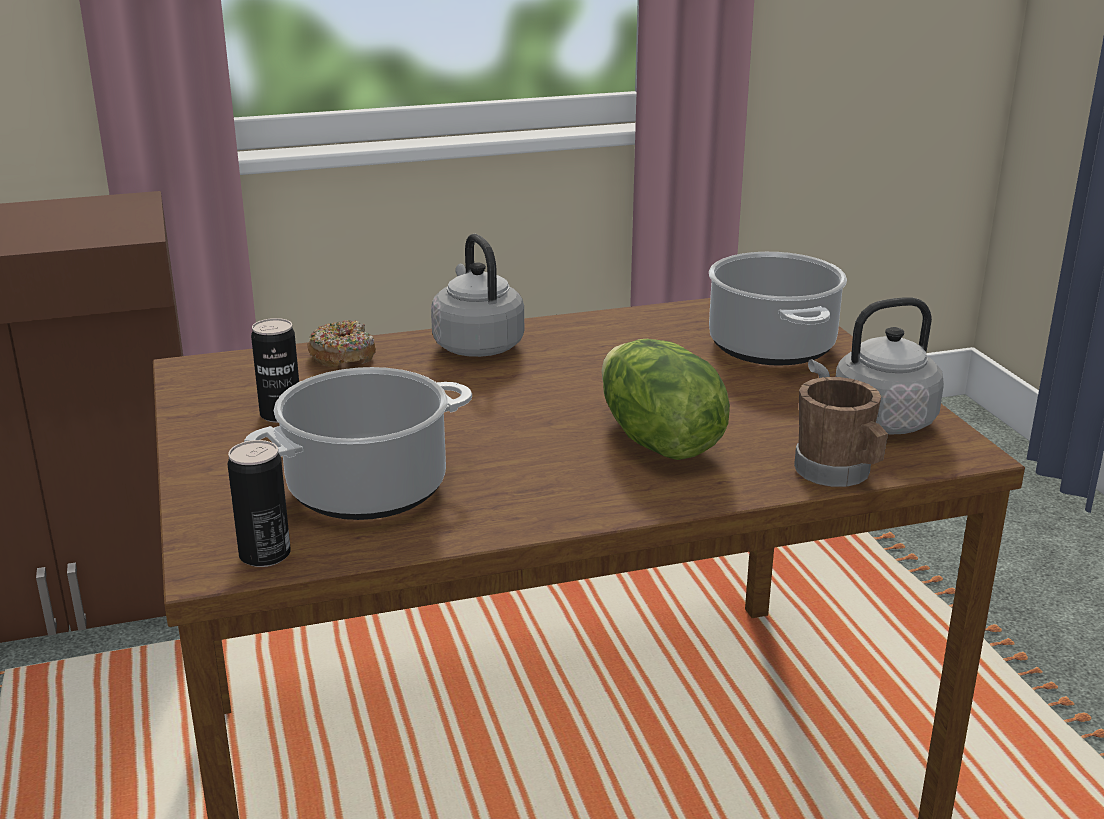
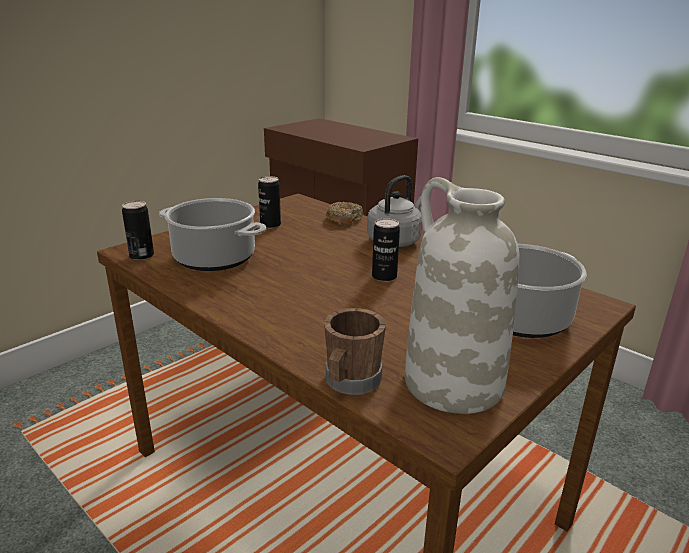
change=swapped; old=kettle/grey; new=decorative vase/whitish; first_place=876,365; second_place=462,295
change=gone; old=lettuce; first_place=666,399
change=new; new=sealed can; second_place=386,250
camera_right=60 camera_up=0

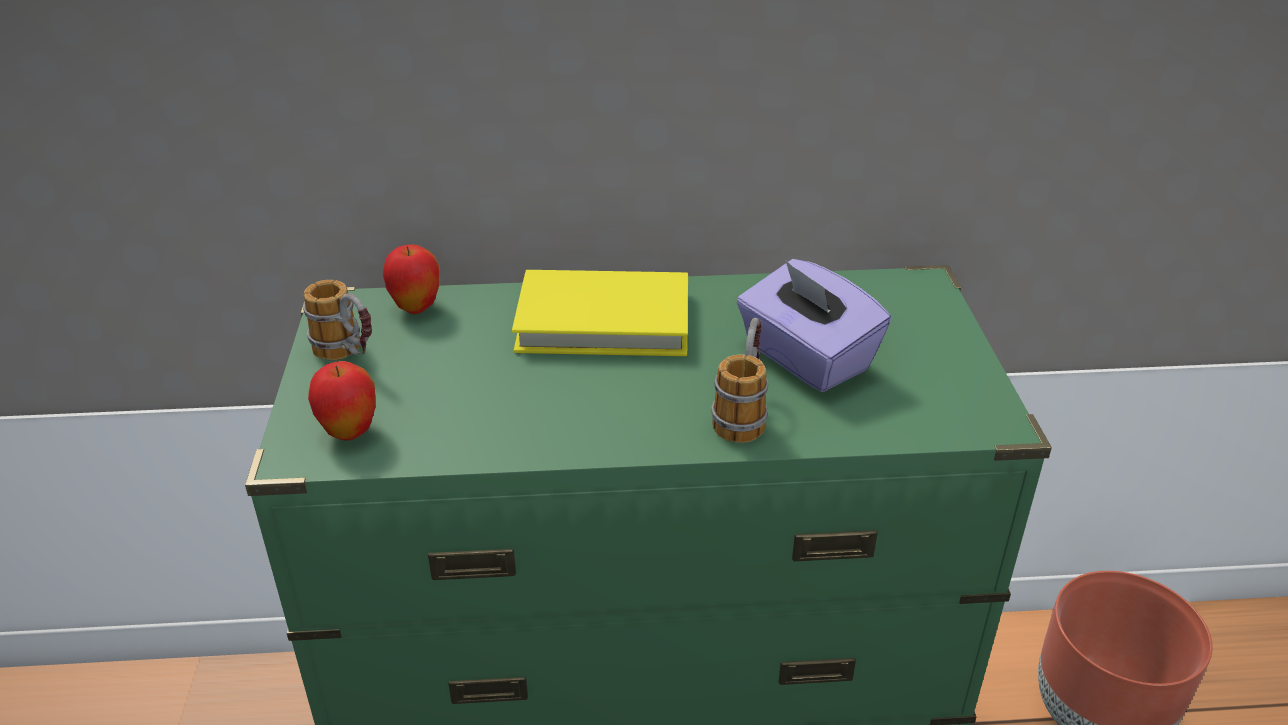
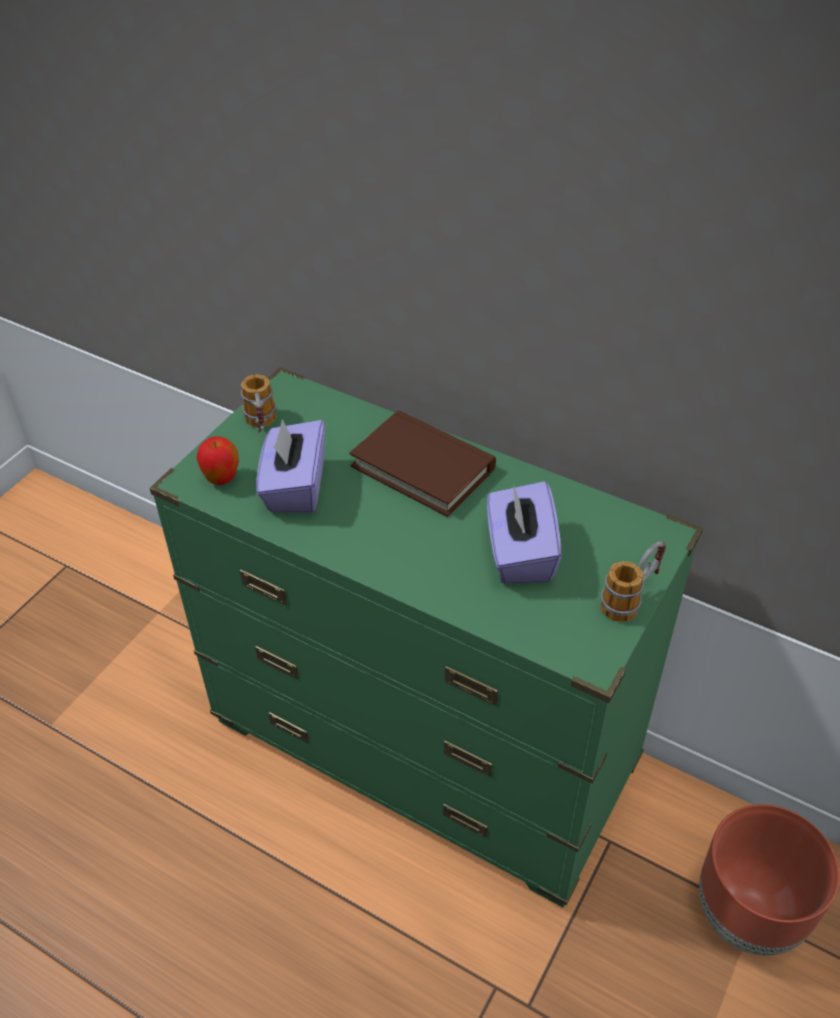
change=gone; old=apple; first_place=411,279
change=repainted; old=book/yellowish; new=book/brown-coloured; first_place=600,313; second_place=423,463
change=shifted; old=mug; first_place=739,380; second_place=633,581
change=new; new=box of tissues/purple-coloured; second_place=290,466
camera_right=35 camera_up=10

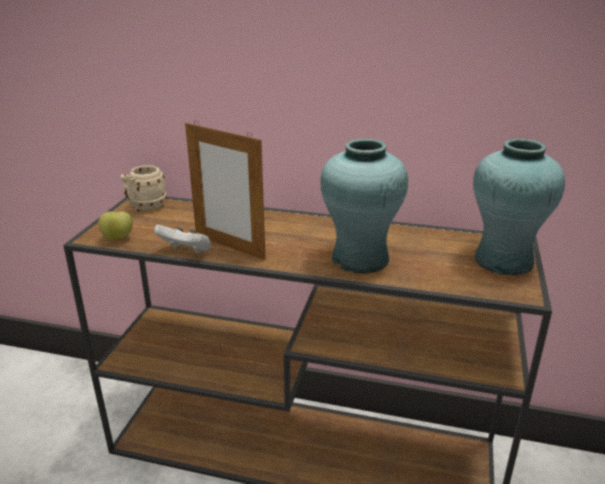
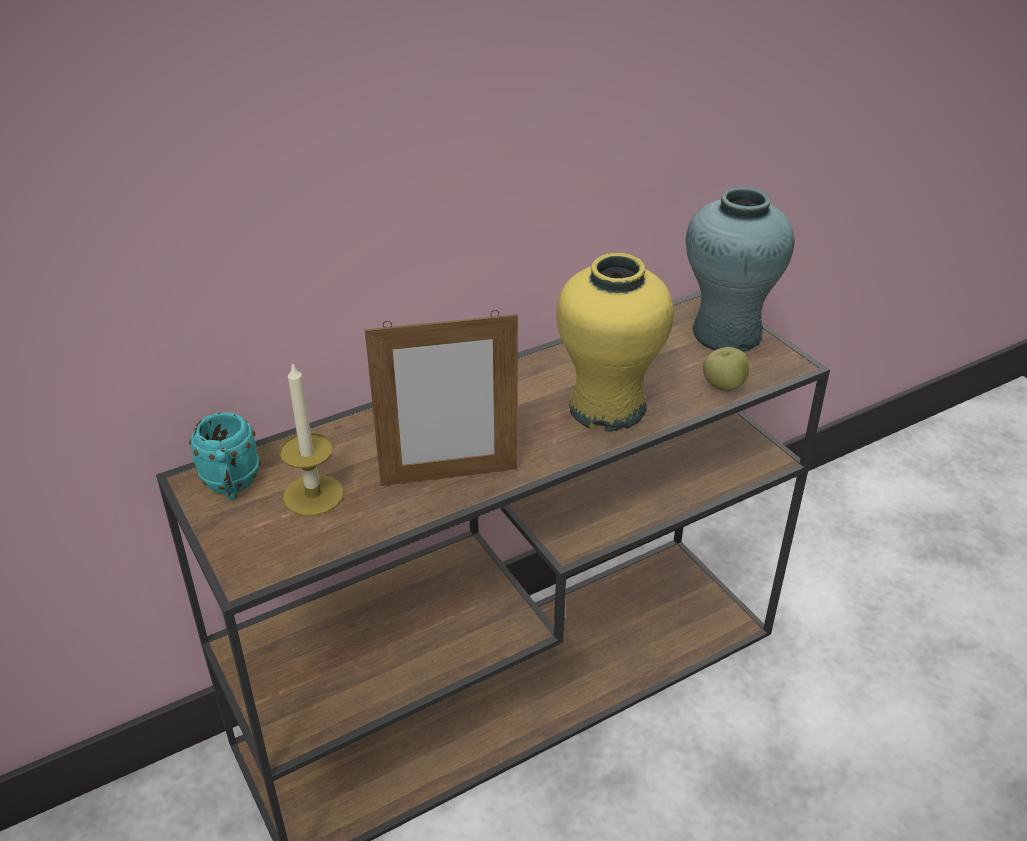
change=repainted; old=decorative vase/turquoise-coloured; new=decorative vase/yellowish; first_place=364,206; second_place=615,342
change=repainted; old=mug/beige; new=mug/turquoise-coloured; first_place=143,188; second_place=225,456
change=shifted; old=apple; first_place=116,226; second_place=726,369
change=gone; old=gamepad/whitish; first_place=182,239
change=new; new=wax candle; second_place=311,439
camera_right=-45 camera_up=10

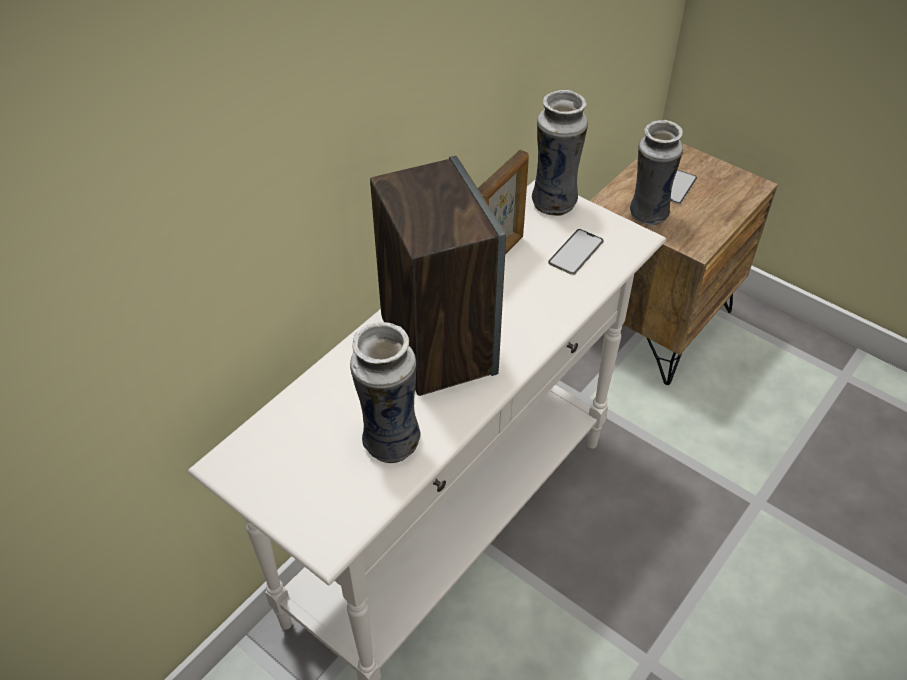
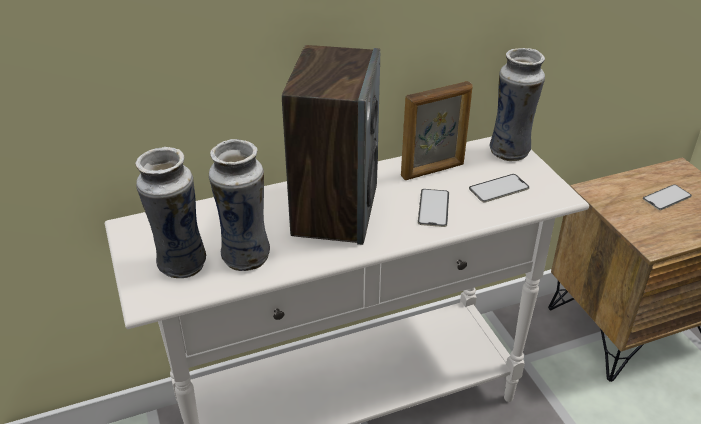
change=shifted; old=decorative vase; first_place=656,172; second_place=170,212
change=new; new=telephone; second_place=433,208
camera_right=30 camera_up=-10

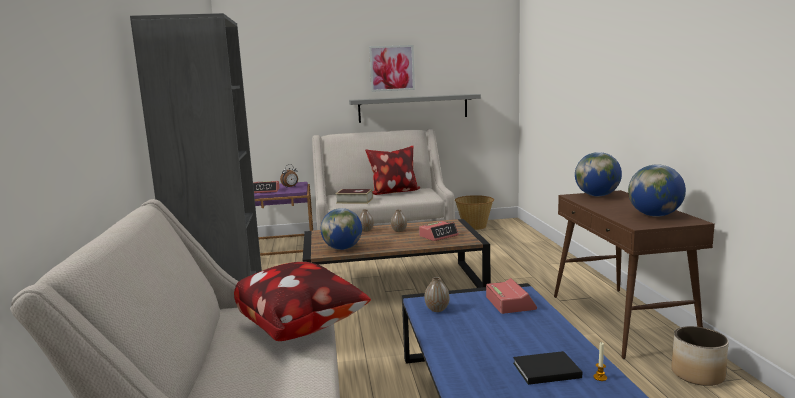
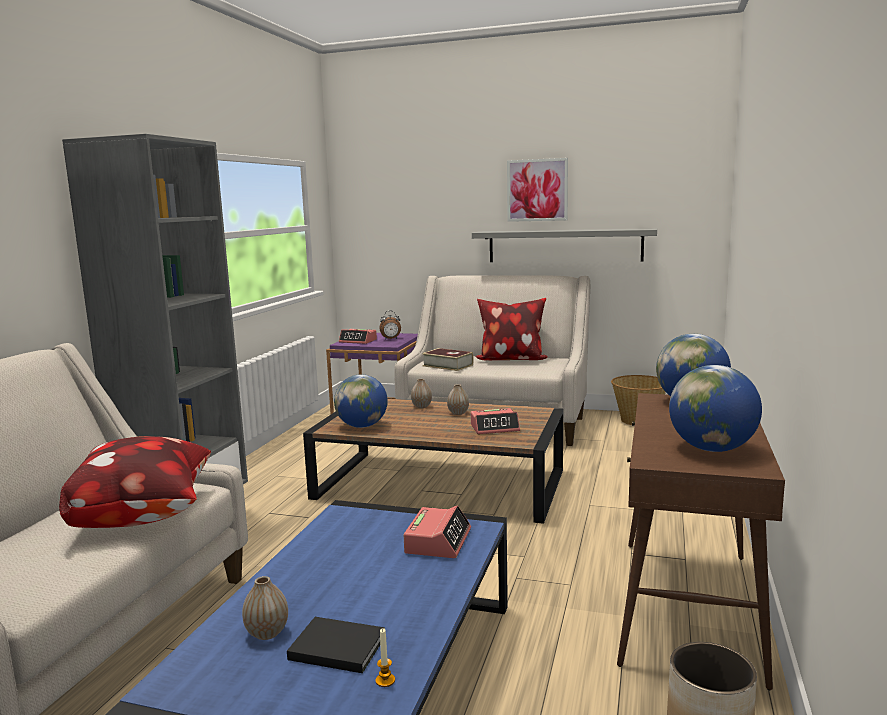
change=shifted; old=decorative vase; first_place=437,294; second_place=265,608
camera_right=25 camera_up=0

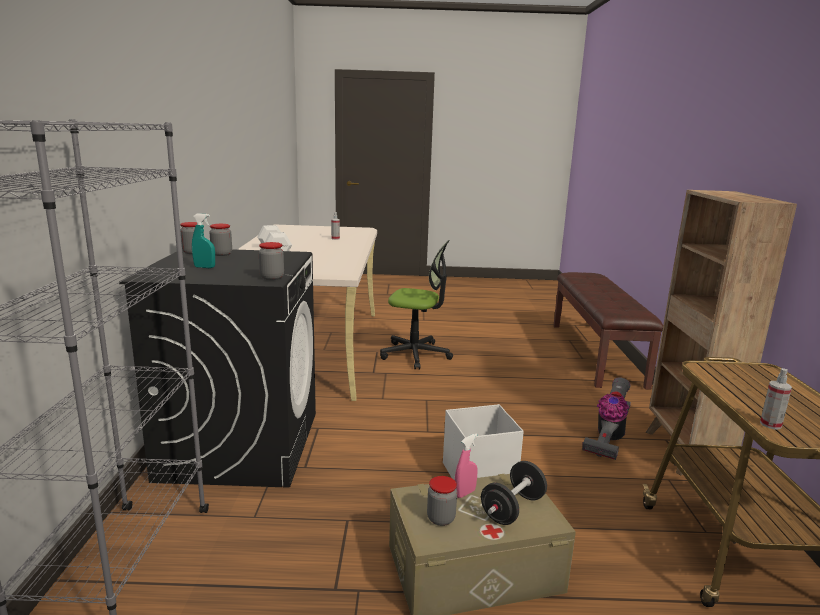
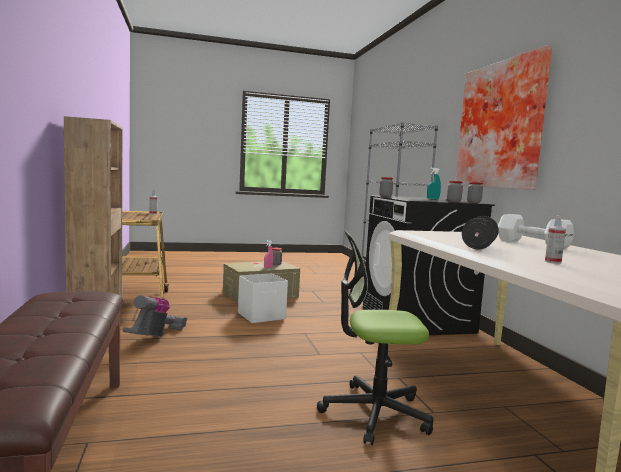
change=shifted; old=dumbbell/black; first_place=514,493; second_place=480,233
change=new; new=picture; second_place=504,117
camera_right=165 camera_up=-10

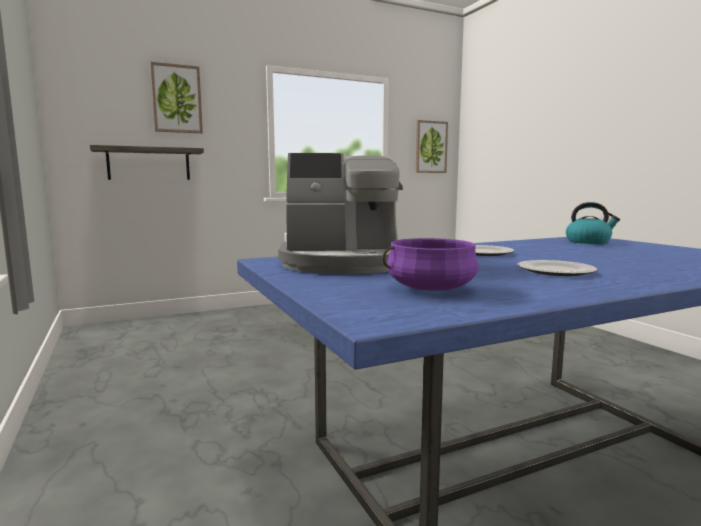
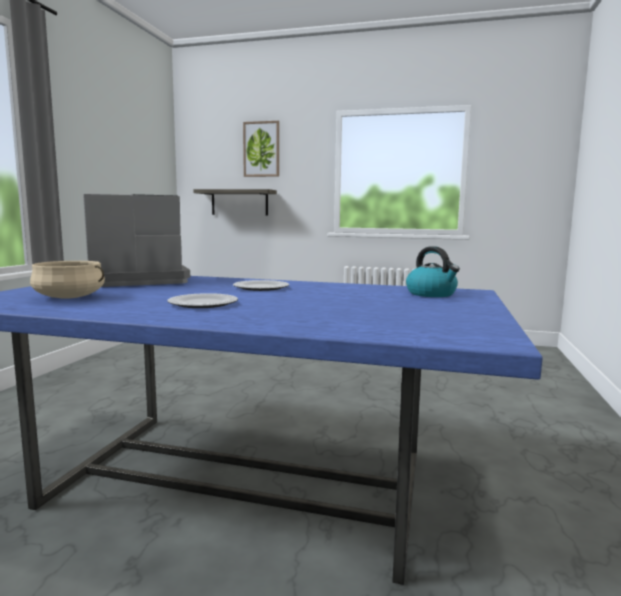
change=gone; old=picture; first_place=432,146
change=rotated; old=coffee machine; first_place=340,213; second_place=136,240; degrees=120
change=repainted; old=stockpot/purple-coloured; new=stockpot/beige; first_place=430,264; second_place=67,280
camera_right=40 camera_up=0

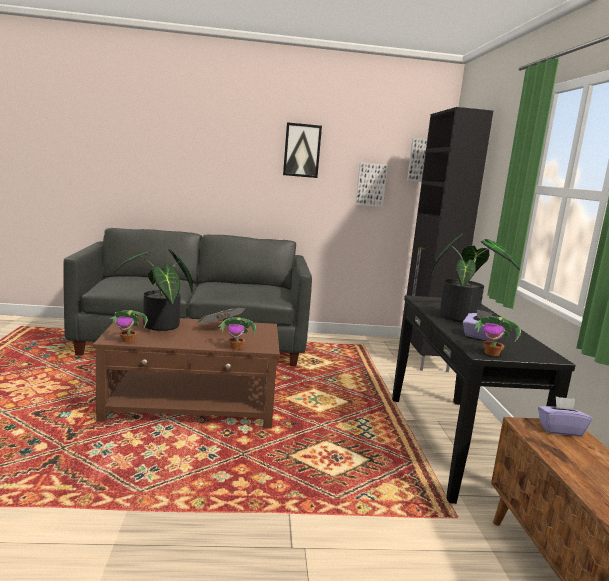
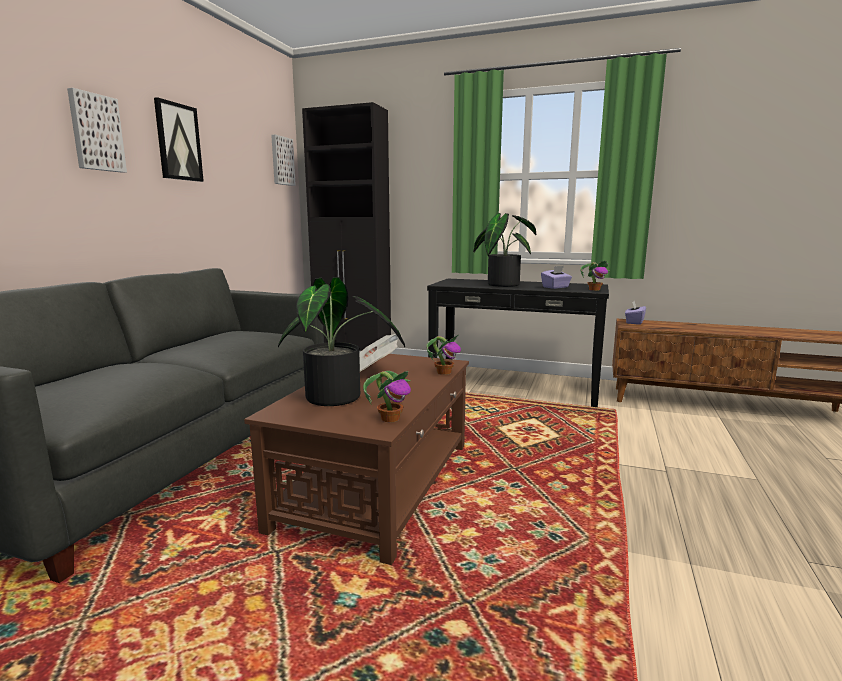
change=shifted; old=picture; first_place=371,184; second_place=97,130
camera_right=-65 camera_up=0

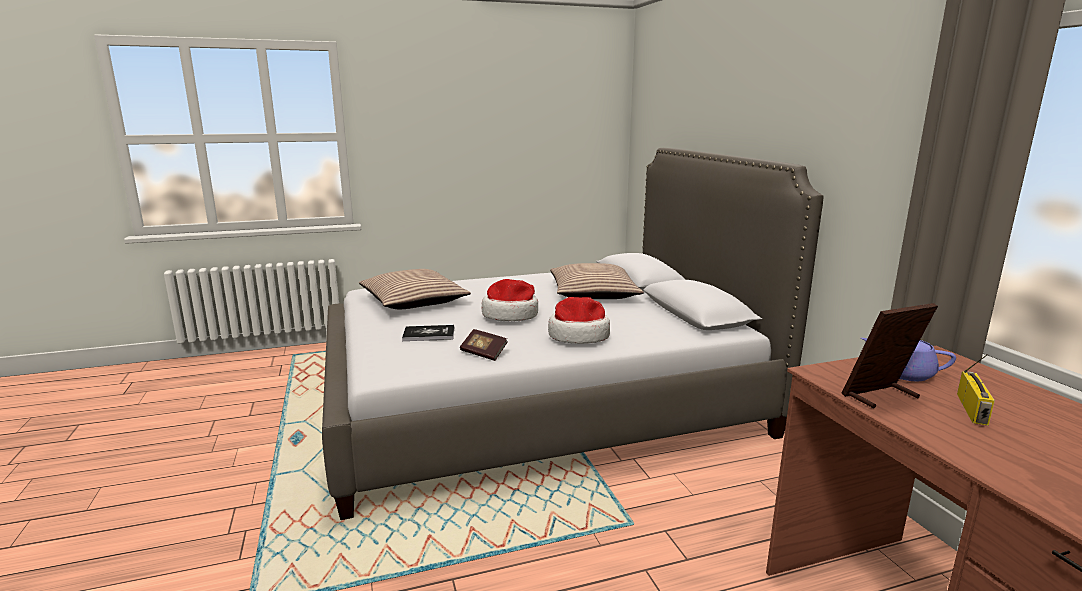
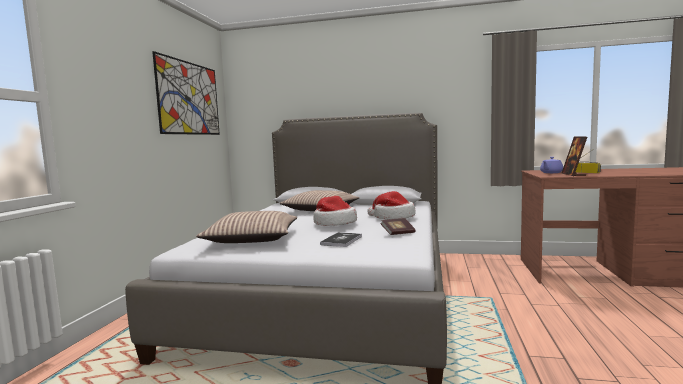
change=new; new=picture; second_place=186,93
camera_right=-60 camera_up=-10

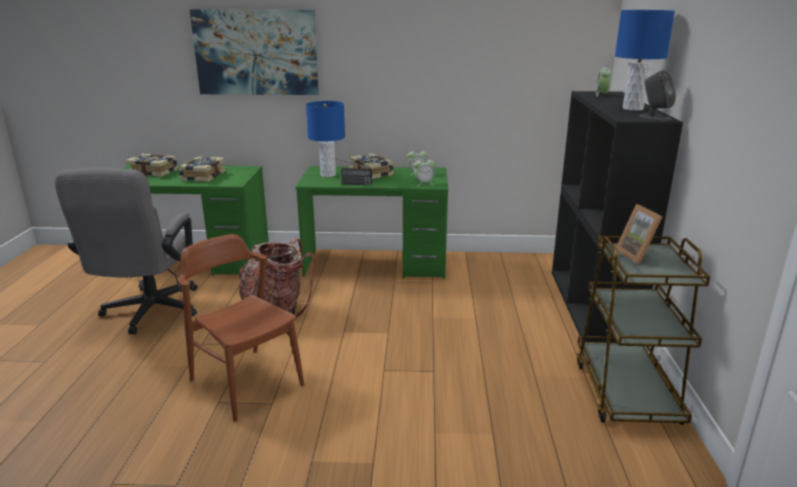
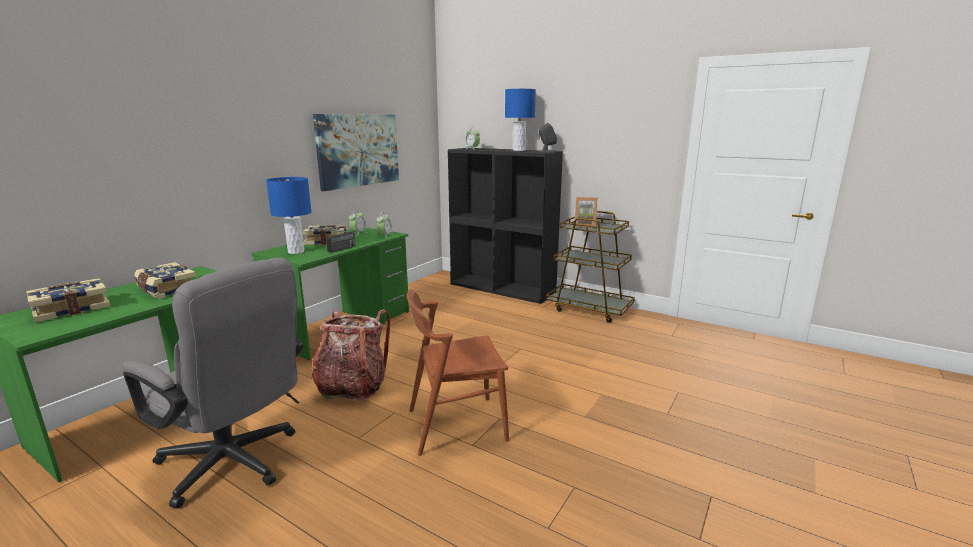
change=shifted; old=picture; first_place=254,52; second_place=356,152
camera_right=-60 camera_up=-5

